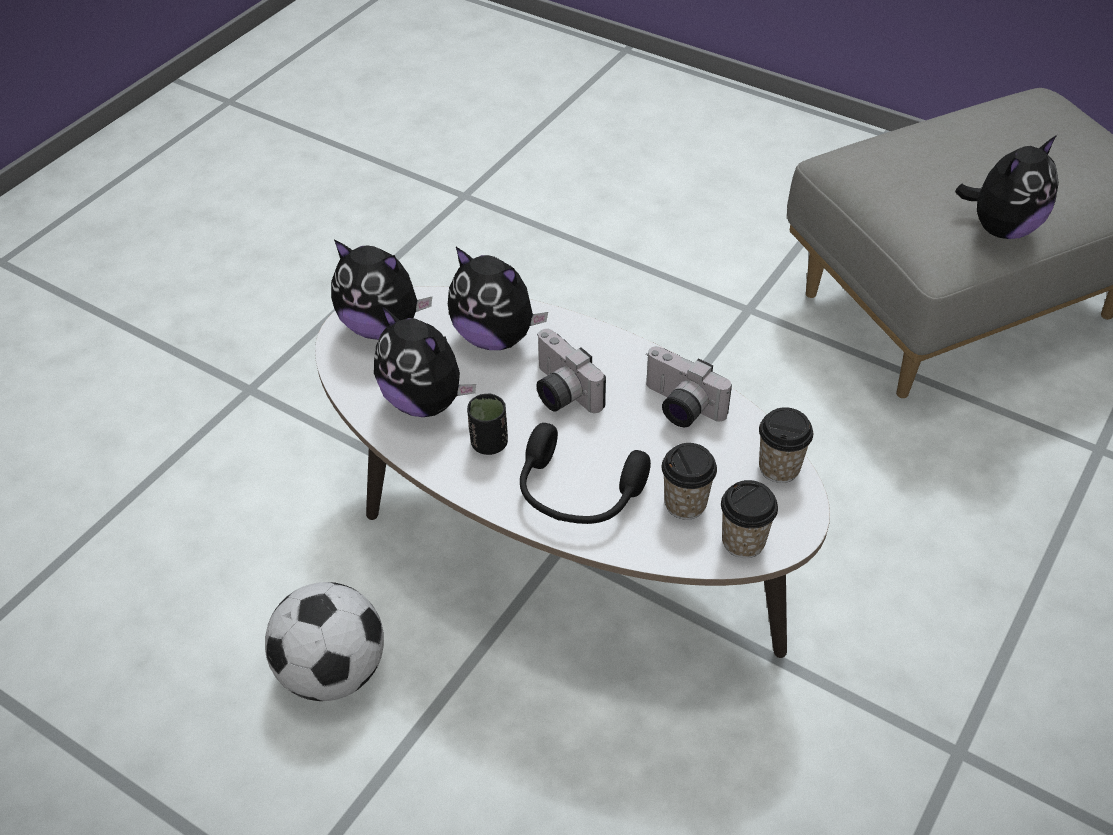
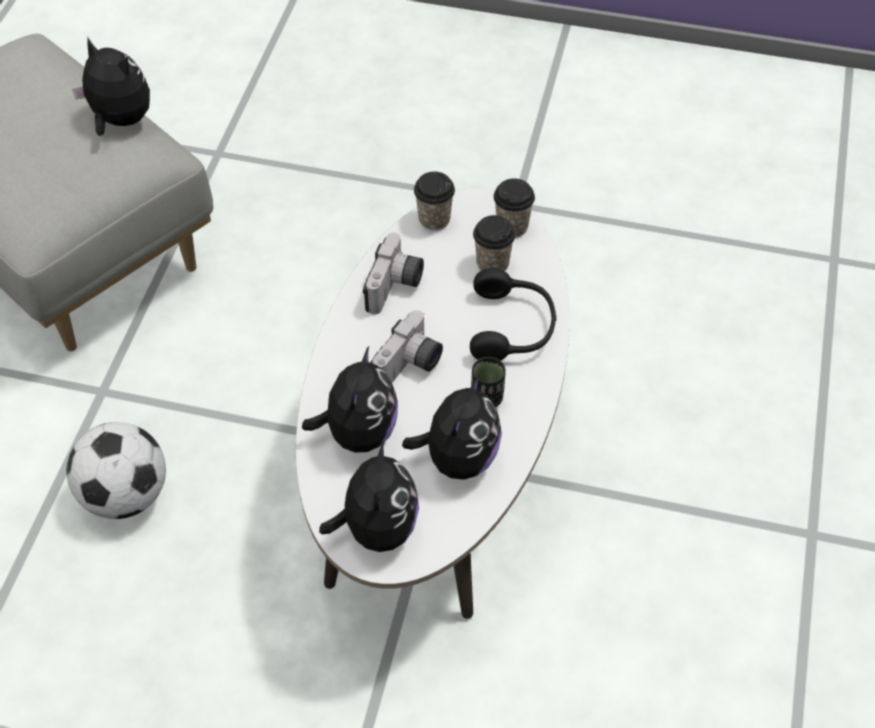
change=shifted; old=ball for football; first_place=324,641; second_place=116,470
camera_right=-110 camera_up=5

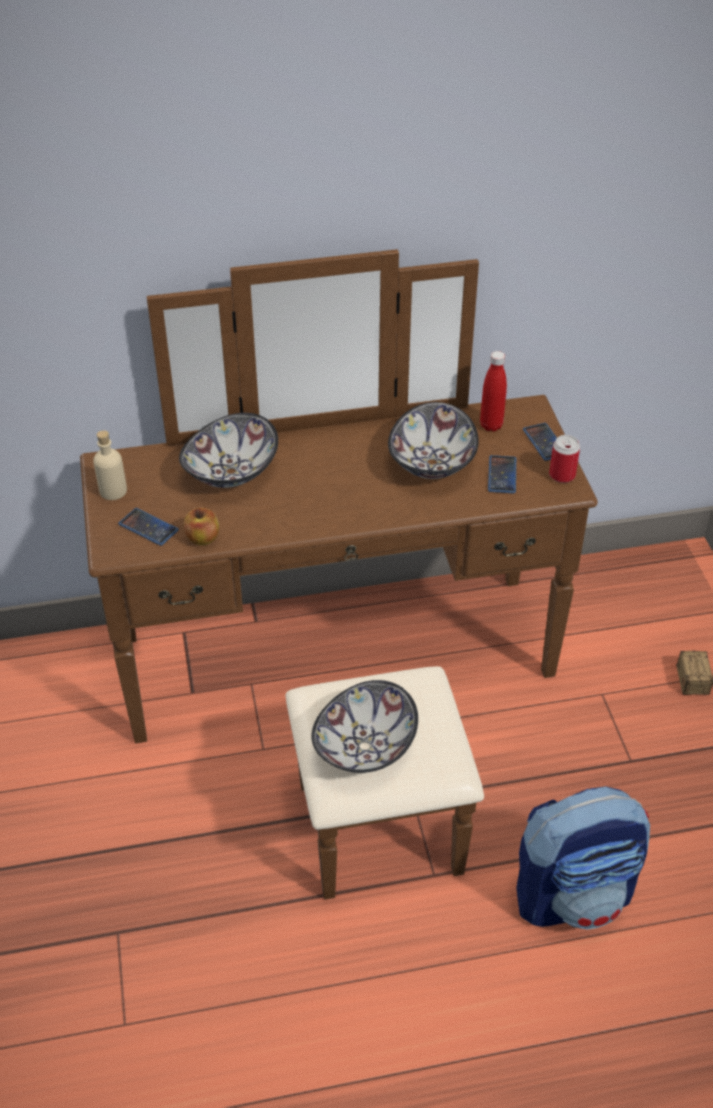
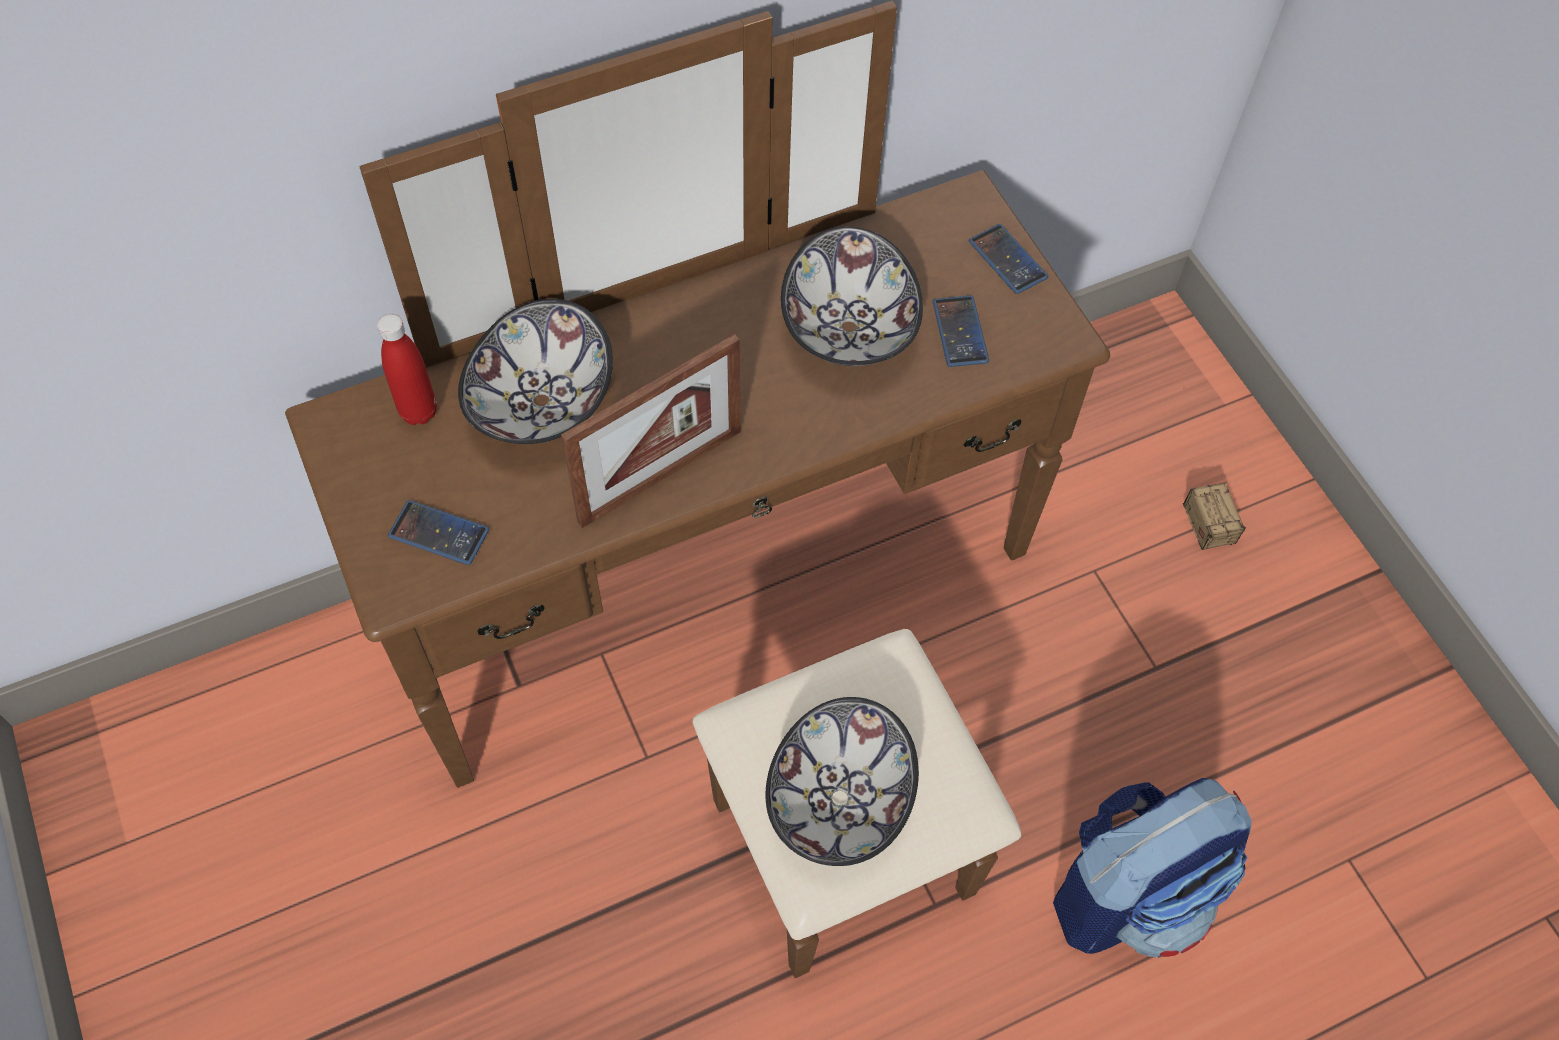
change=shifted; old=drink bottle/red; first_place=493,391; second_place=407,369
change=gone; old=drink bottle/beige; first_place=110,465
change=gone; old=sealed can; first_place=564,459
change=gone; old=apple; first_place=201,526
change=new; new=standing frame; second_place=650,431
camera_right=-15 camera_up=15

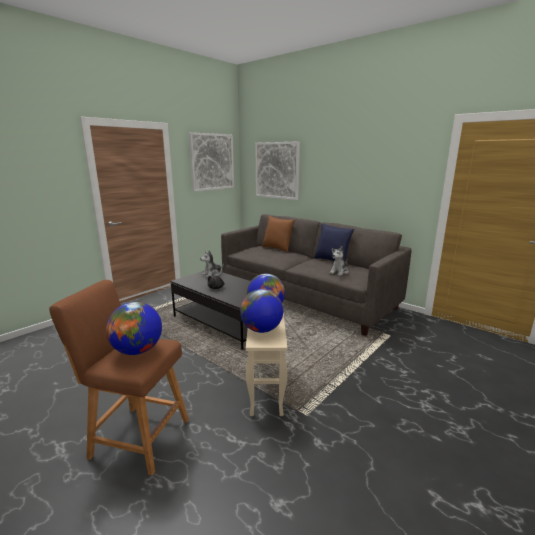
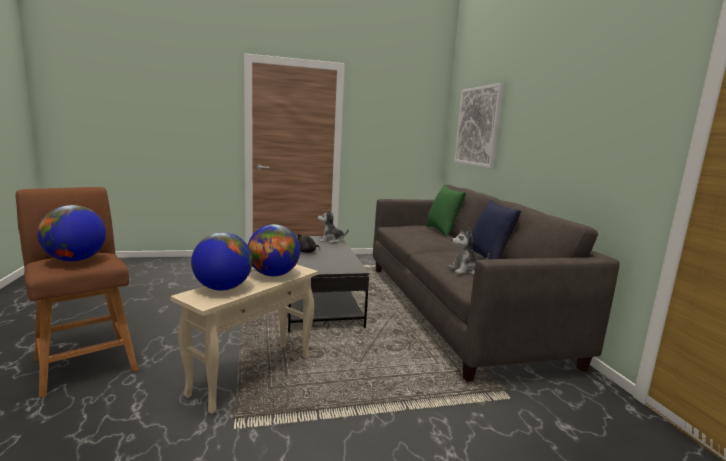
change=gone; old=picture; first_place=211,161
change=repainted; old=cushion/brown-coloured; new=cushion/green; first_place=278,234; second_place=446,211
camera_right=35 camera_up=-5

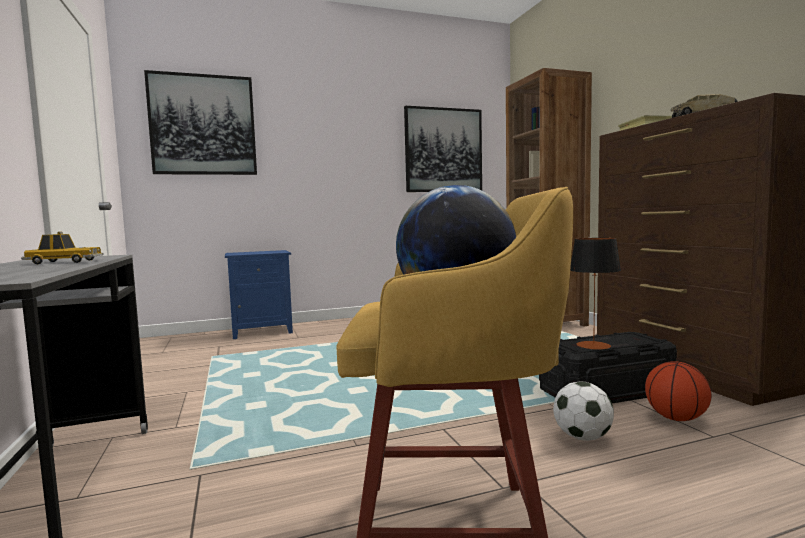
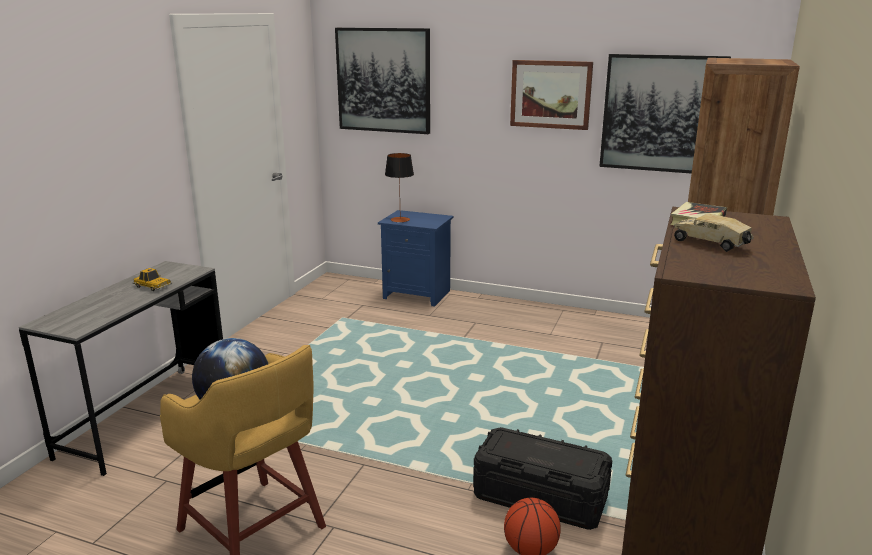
change=shifted; old=table lamp; first_place=595,294; second_place=399,187
change=gone; old=ball for football; first_place=583,411
change=new; new=picture; second_place=551,95
camera_right=40 camera_up=15

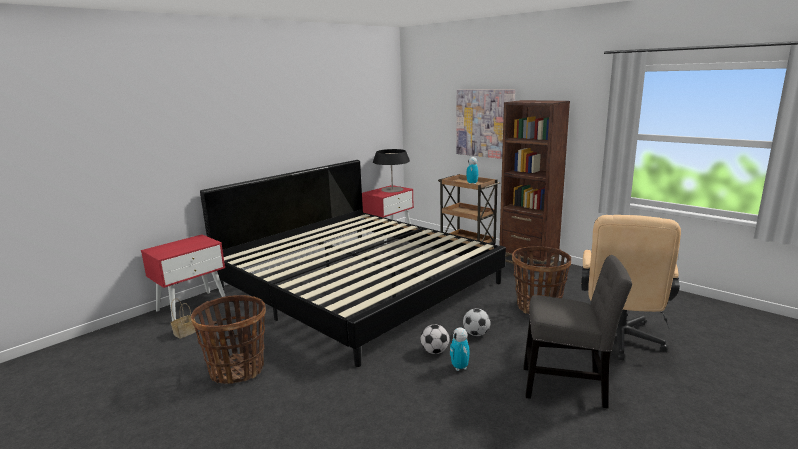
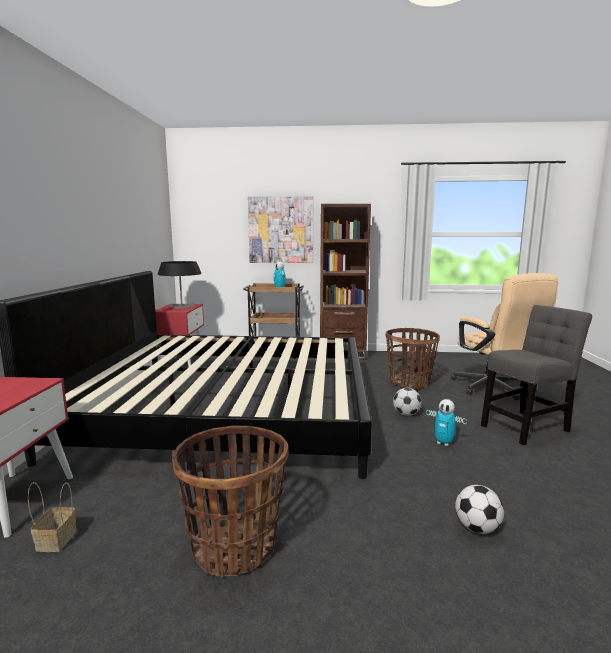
change=shifted; old=ball for football; first_place=435,339; second_place=479,509
camera_right=-40 camera_up=-5

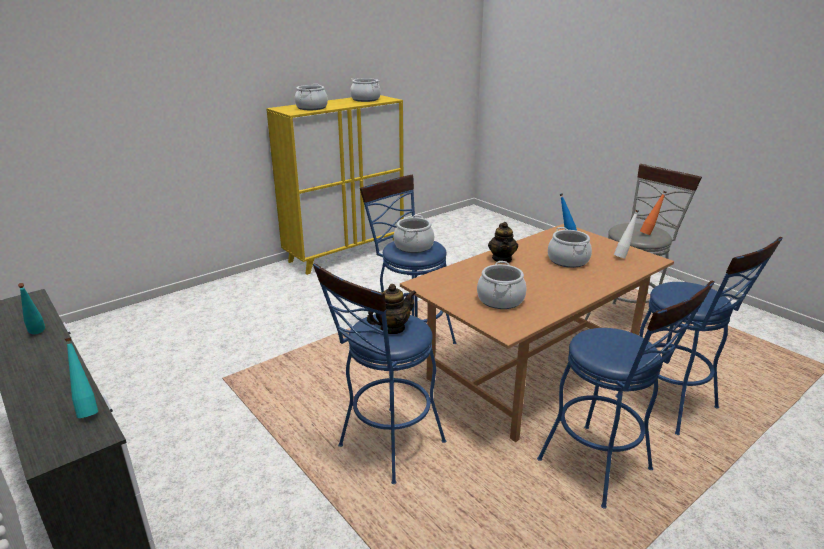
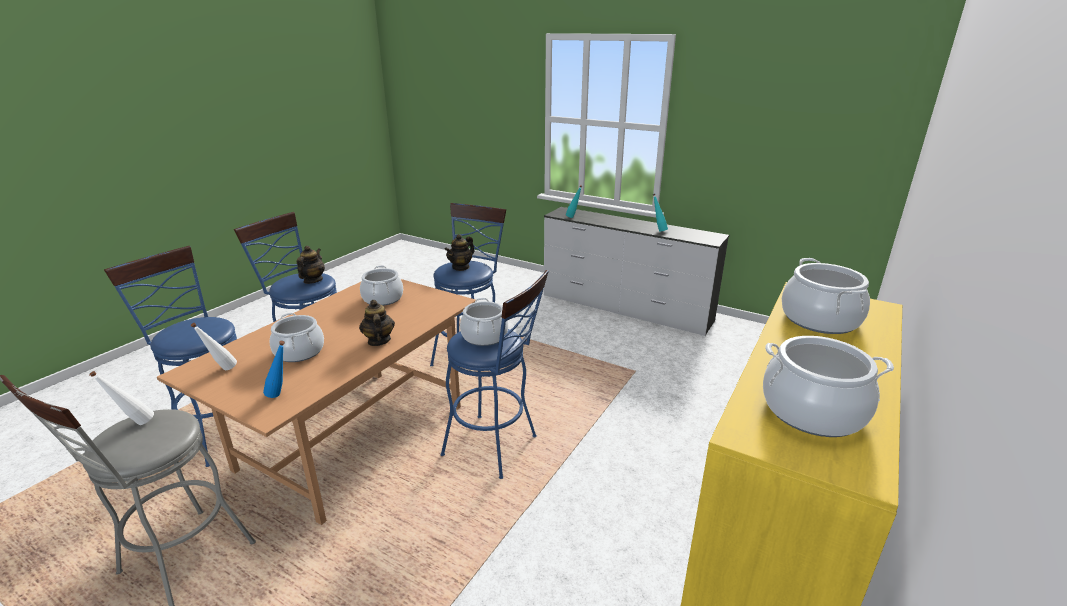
change=repainted; old=drink bottle/orange; new=drink bottle/whitish; first_place=653,213; second_place=121,398
change=new; new=pot for tea; second_place=311,265
camera_right=160 camera_up=0

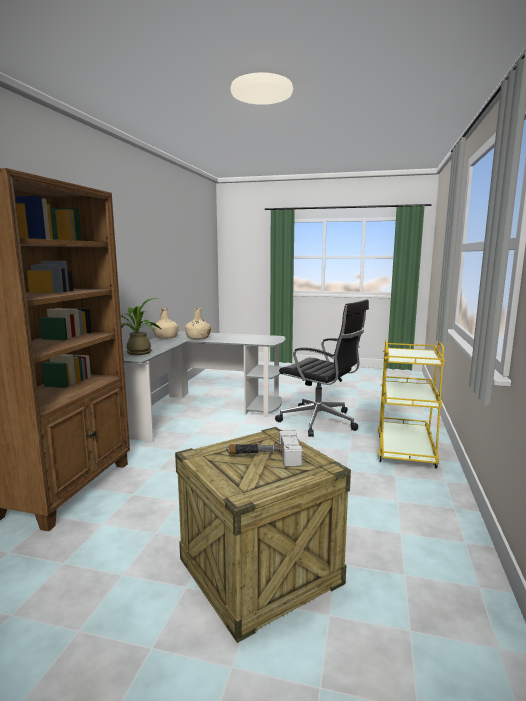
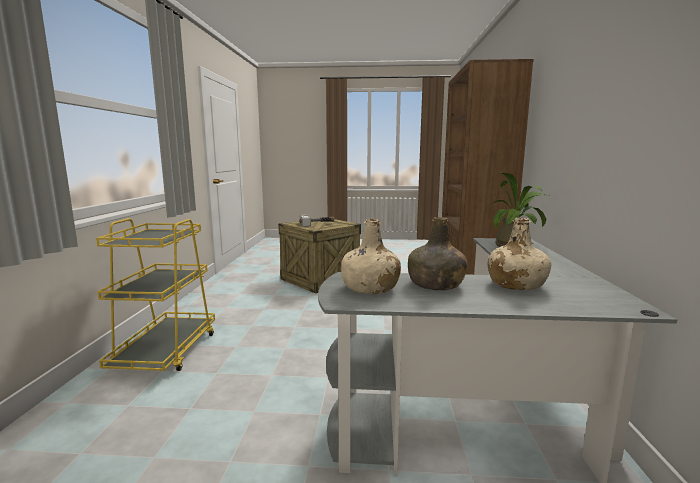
change=gone; old=office chair/black; first_place=322,368
change=shifted; old=drink bottle/beige; first_place=165,323; second_place=371,256
change=new; new=drink bottle/green; second_place=438,253
camera_right=170 camera_up=0

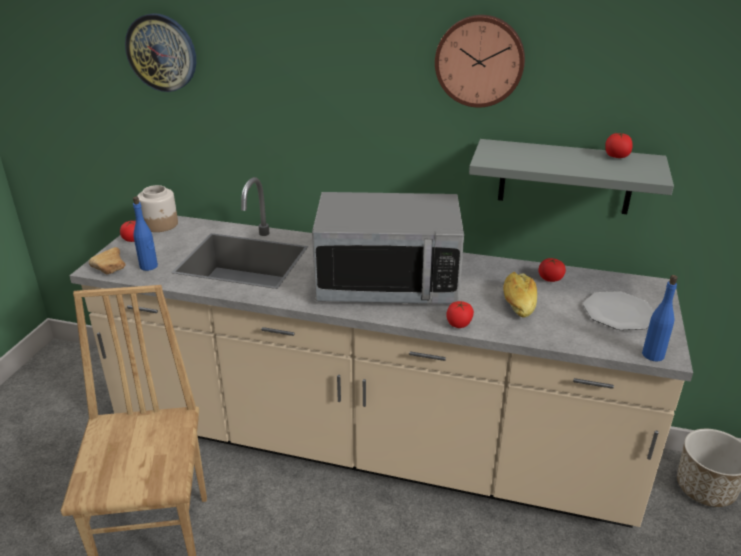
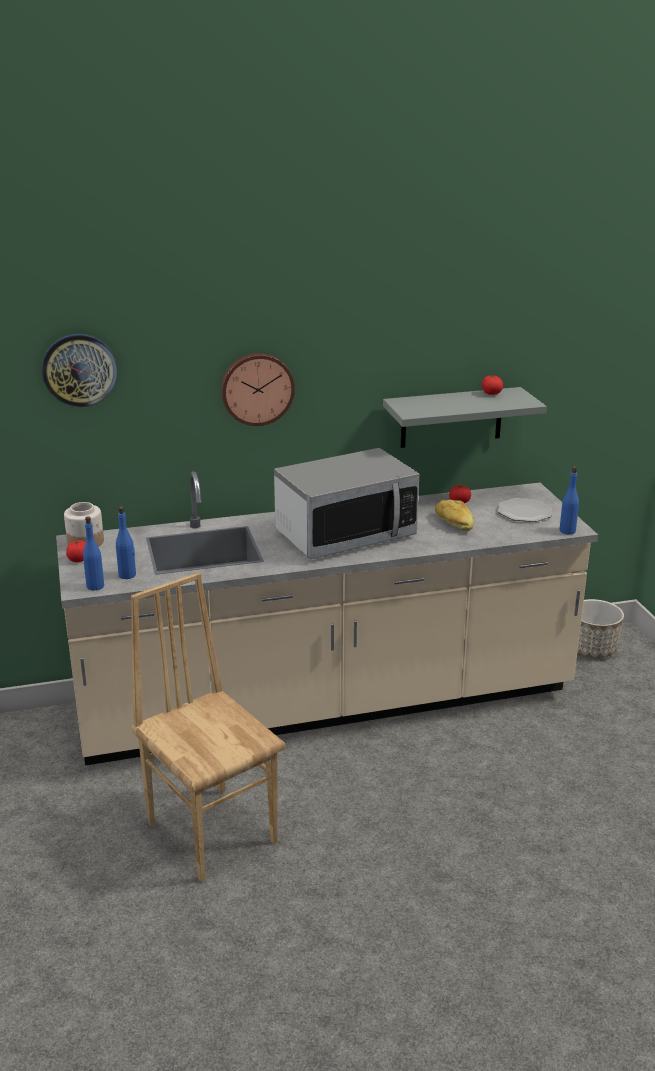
change=shifted; old=hanging clock; first_place=480,61; second_place=258,389
change=swapped; old=bakery bread; new=drink bottle/blue-coloured; first_place=107,260; second_place=93,553
change=gone; old=tomato; first_place=460,314
camera_right=-30 camera_up=-5

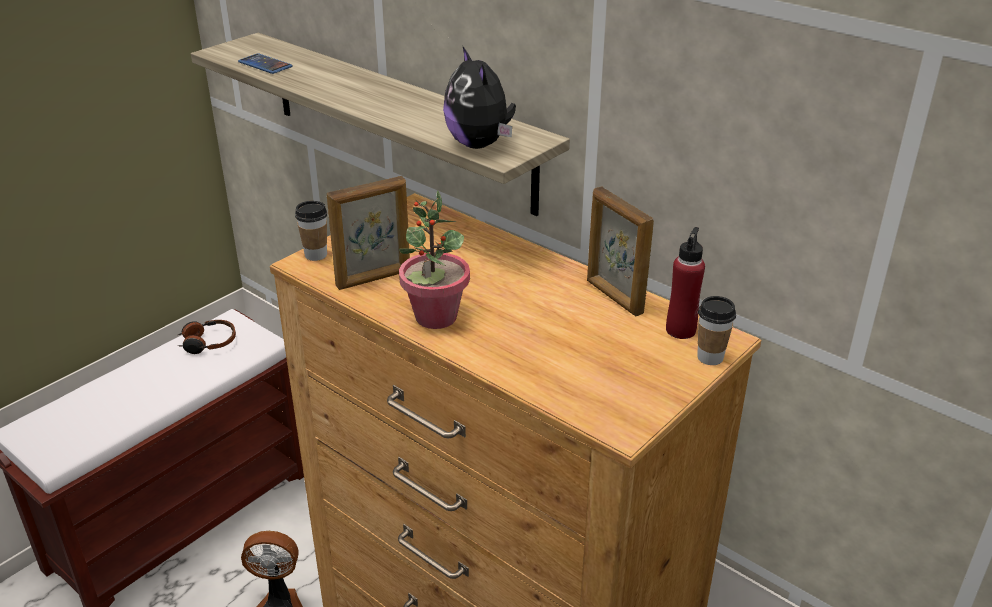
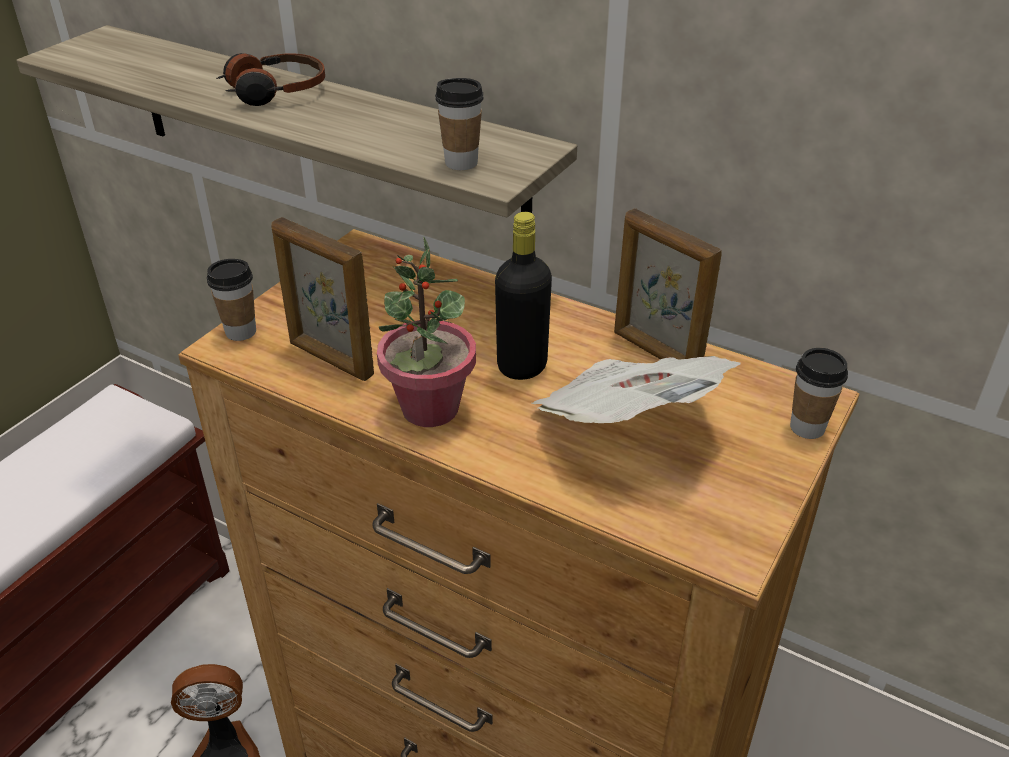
change=swapped; old=soft toy; new=cup; first_place=479,98; second_place=459,124
change=gone; old=telephone; first_place=265,63
change=rotated; old=standing frame; first_place=368,233; second_place=322,299; degrees=75
change=gone; old=drink bottle/red; first_place=685,283
change=shifted; old=headset; first_place=207,337; second_place=270,79
change=new; new=drink bottle/black; second_place=523,296
change=new; new=daily paper; second_place=636,389
camera_right=-10 camera_up=5

